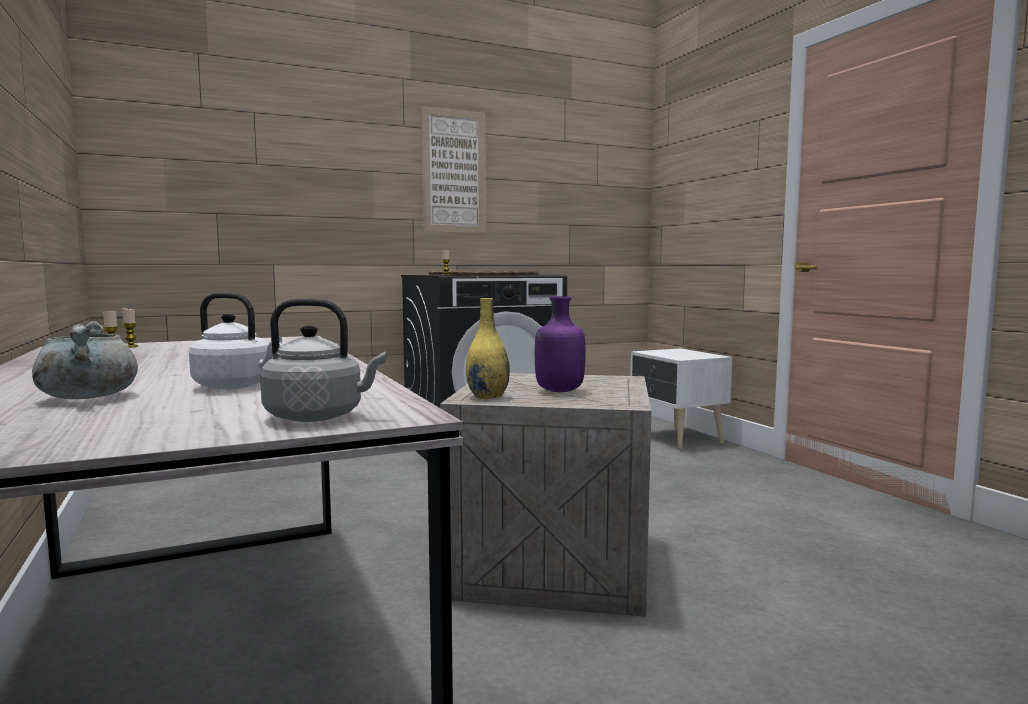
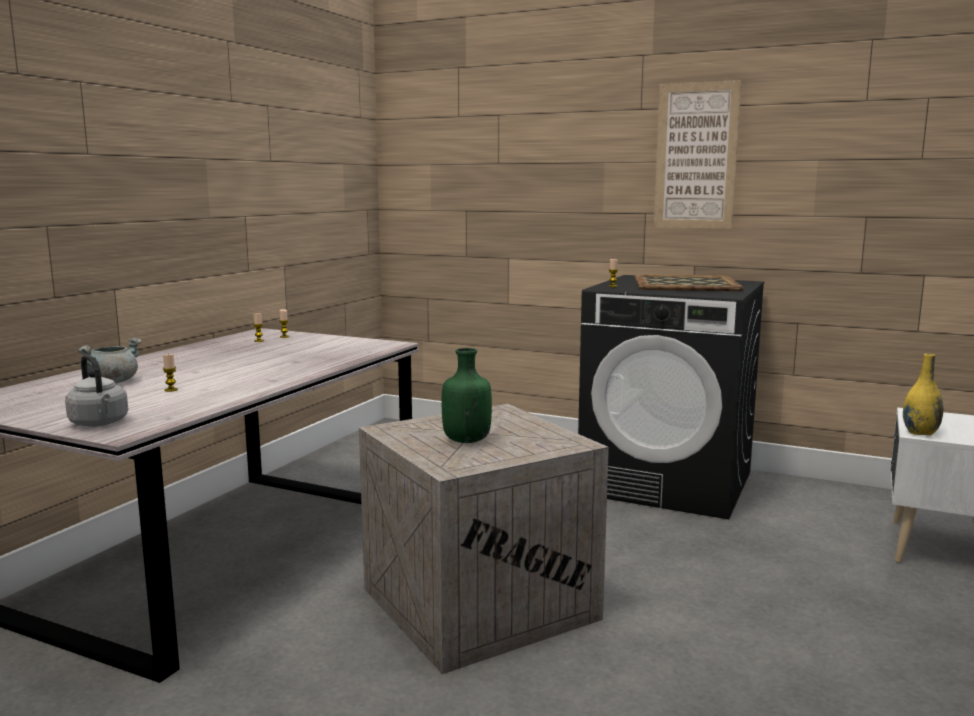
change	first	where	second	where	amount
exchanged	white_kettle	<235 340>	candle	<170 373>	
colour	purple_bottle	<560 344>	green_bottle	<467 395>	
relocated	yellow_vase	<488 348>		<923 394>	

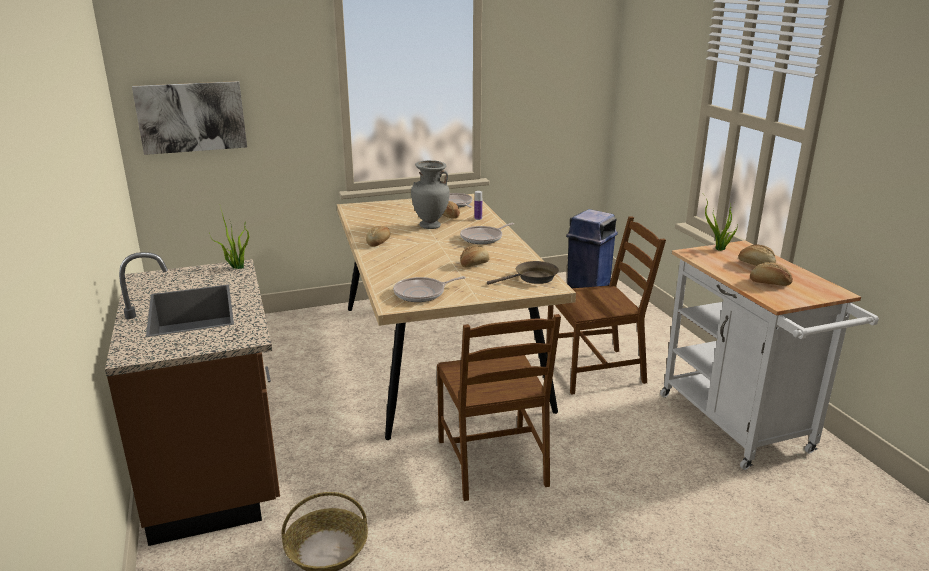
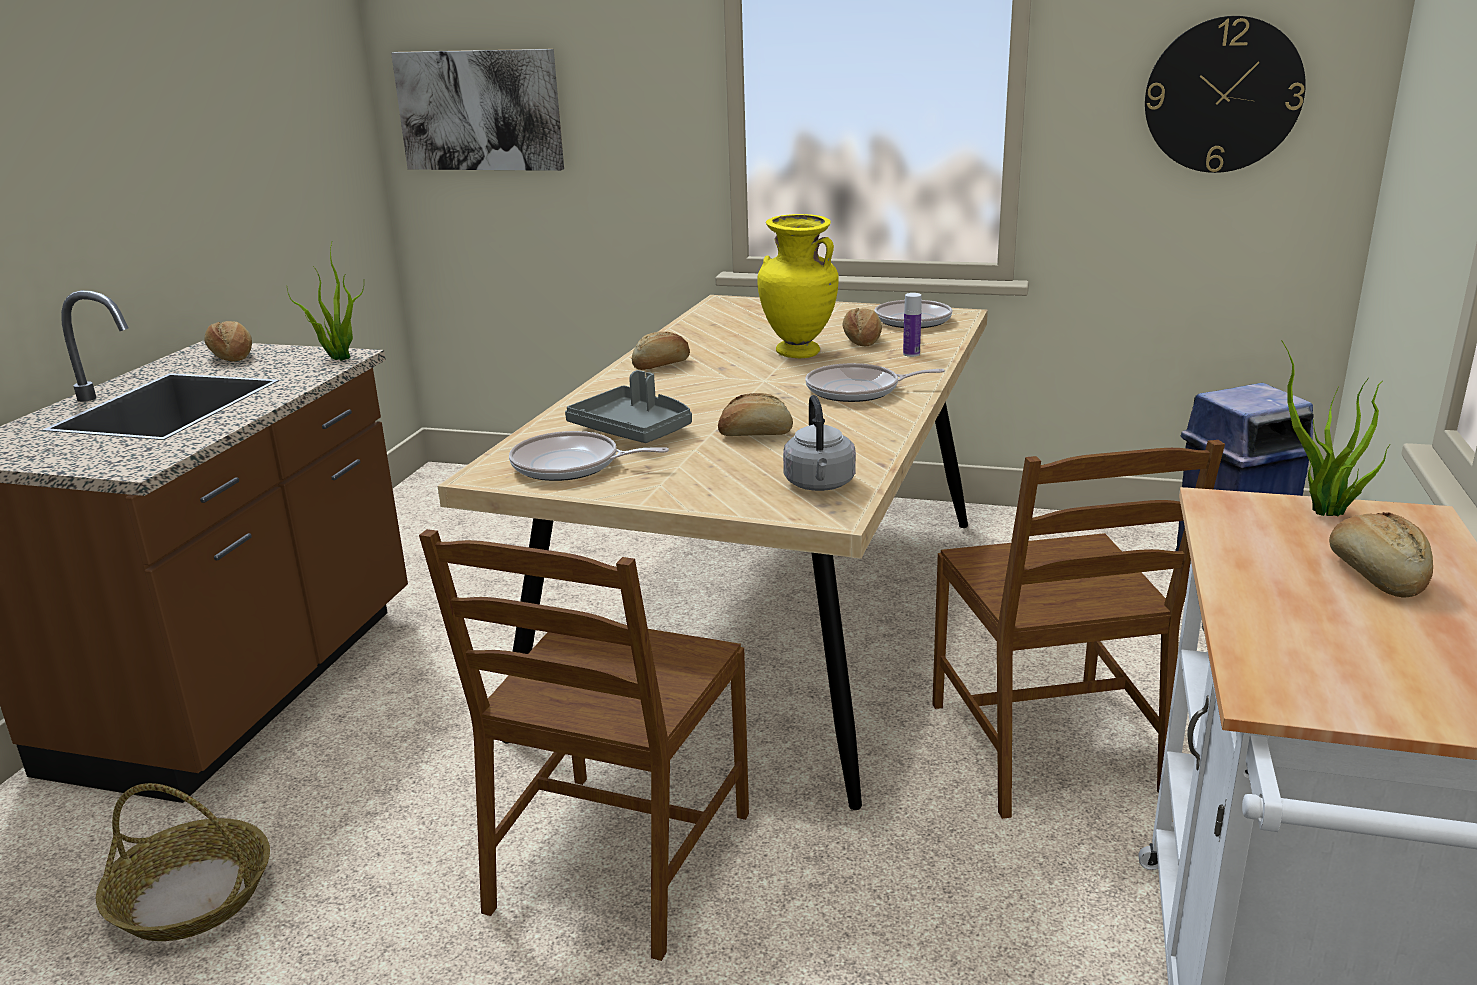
change	first	where	second	where	amount
relocated	bread	<771 274>		<228 341>	
appeared			grey_tray	<628 406>	
colour	grey_vase	<430 194>	yellow_vase	<798 286>	
exchanged	brown_frying_pan	<523 273>	grey_kettle	<819 443>	
spun	brown_chair	<606 305>		<1078 629>	60 degrees clockwise
appeared			wall_clock	<1225 94>	

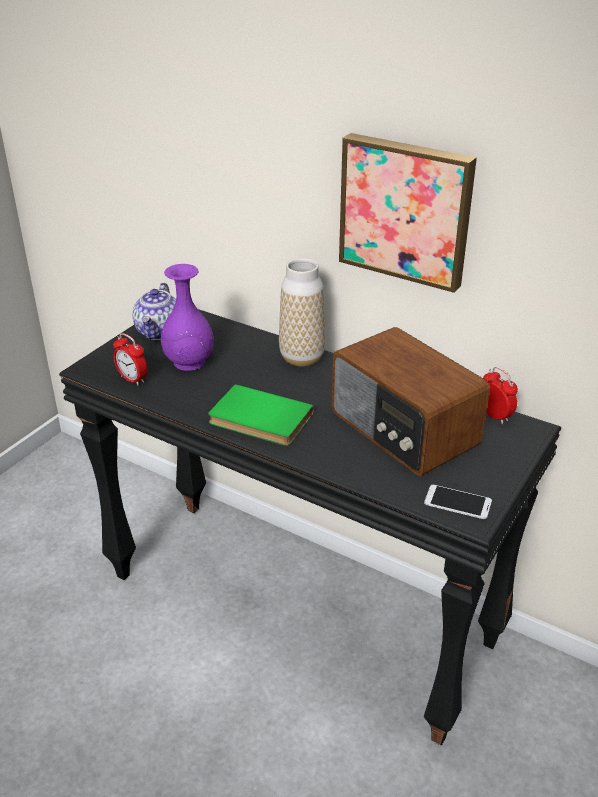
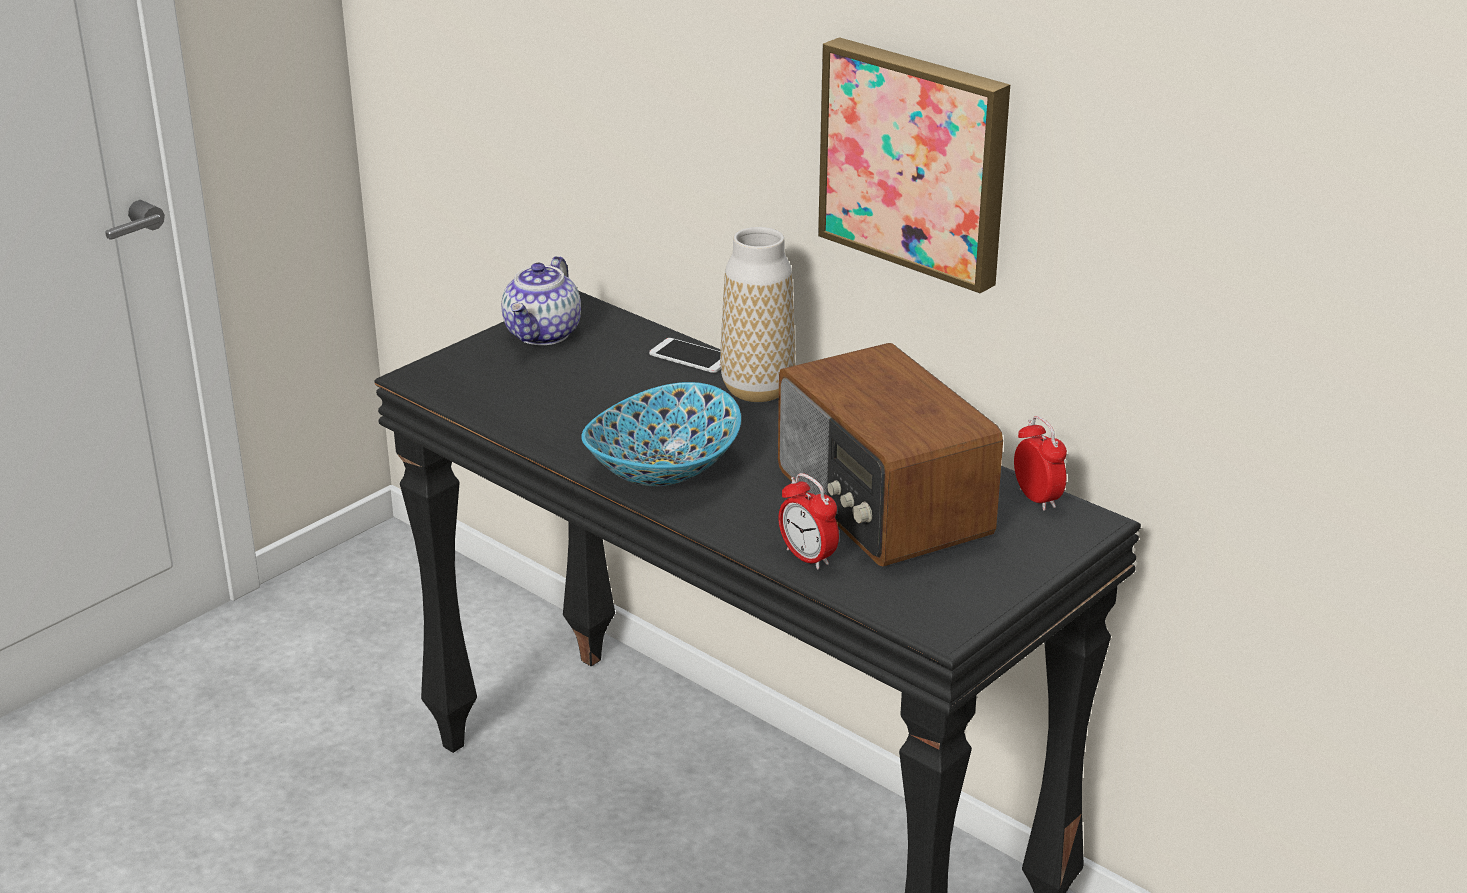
change	first	where	second	where	amount
exchanged	green_book	<261 415>	bowl	<661 434>	
relocated	phone	<458 502>		<685 355>	
relocated	alarm_clock	<130 359>		<808 521>	
missing	purple_vase	<187 317>			

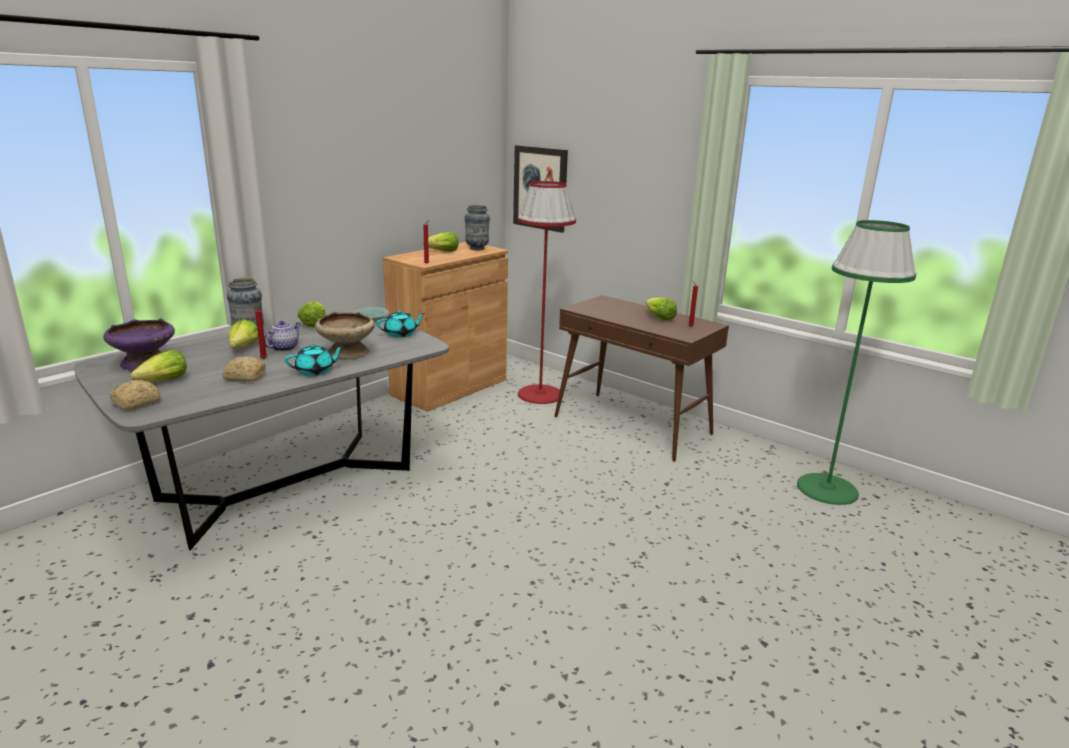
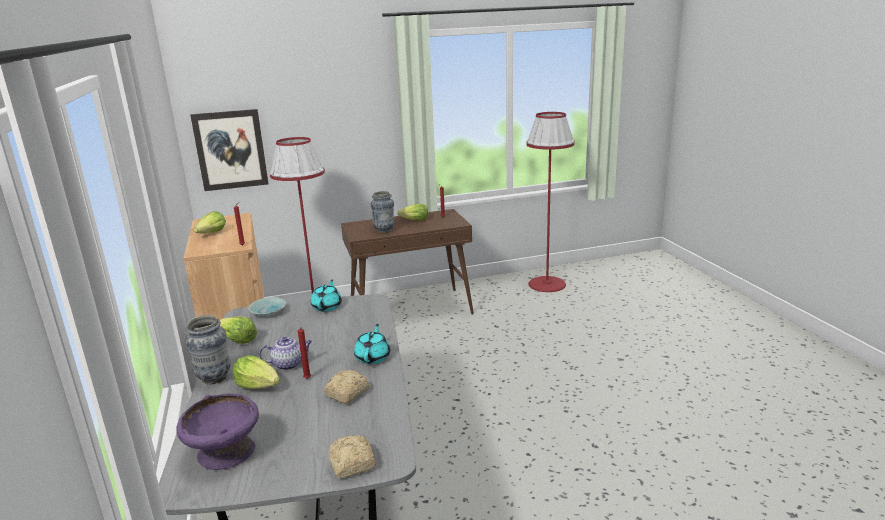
change	first	where	second	where	amount
spun	teapot	<282 336>		<285 353>	105 degrees clockwise
relocated	vase	<477 227>		<383 212>	
colour	green_floor_lamp	<856 362>	red_floor_lamp	<550 202>	
missing	lettuce	<158 366>			
missing	beige_bowl	<345 335>			

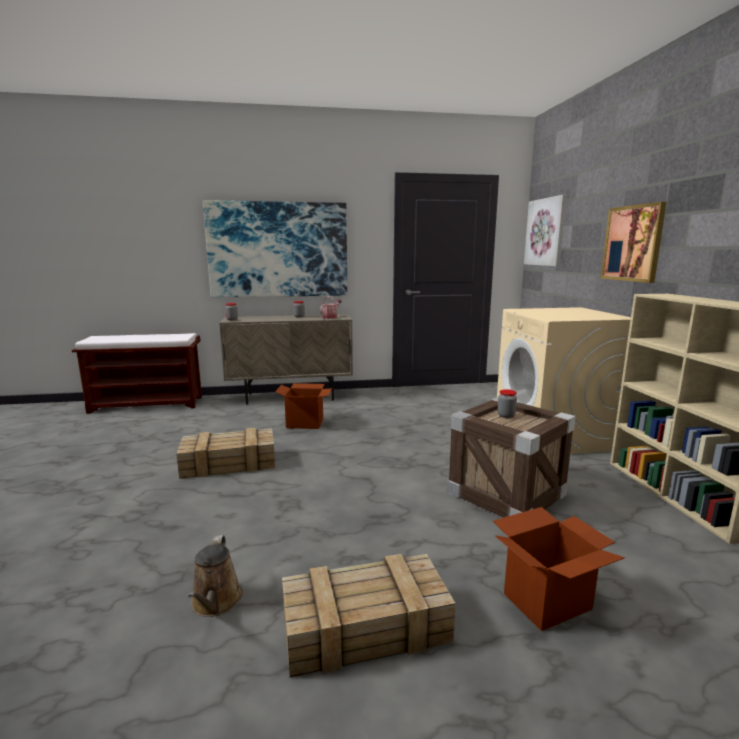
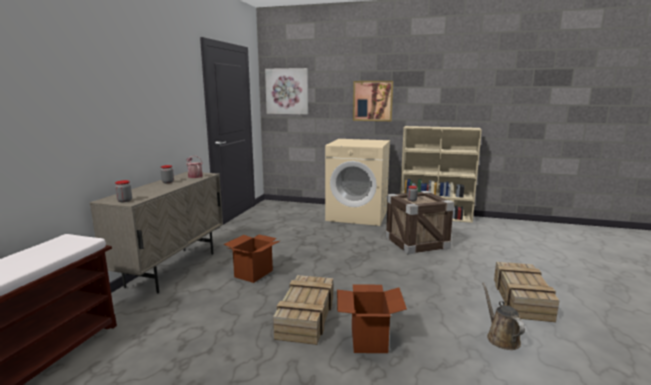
change	first	where	second	where	amount
relocated	cardboard_box	<559 569>		<372 318>	
spun	brown_watering_can	<215 576>		<503 316>	120 degrees counterclockwise
missing	picture	<275 248>			

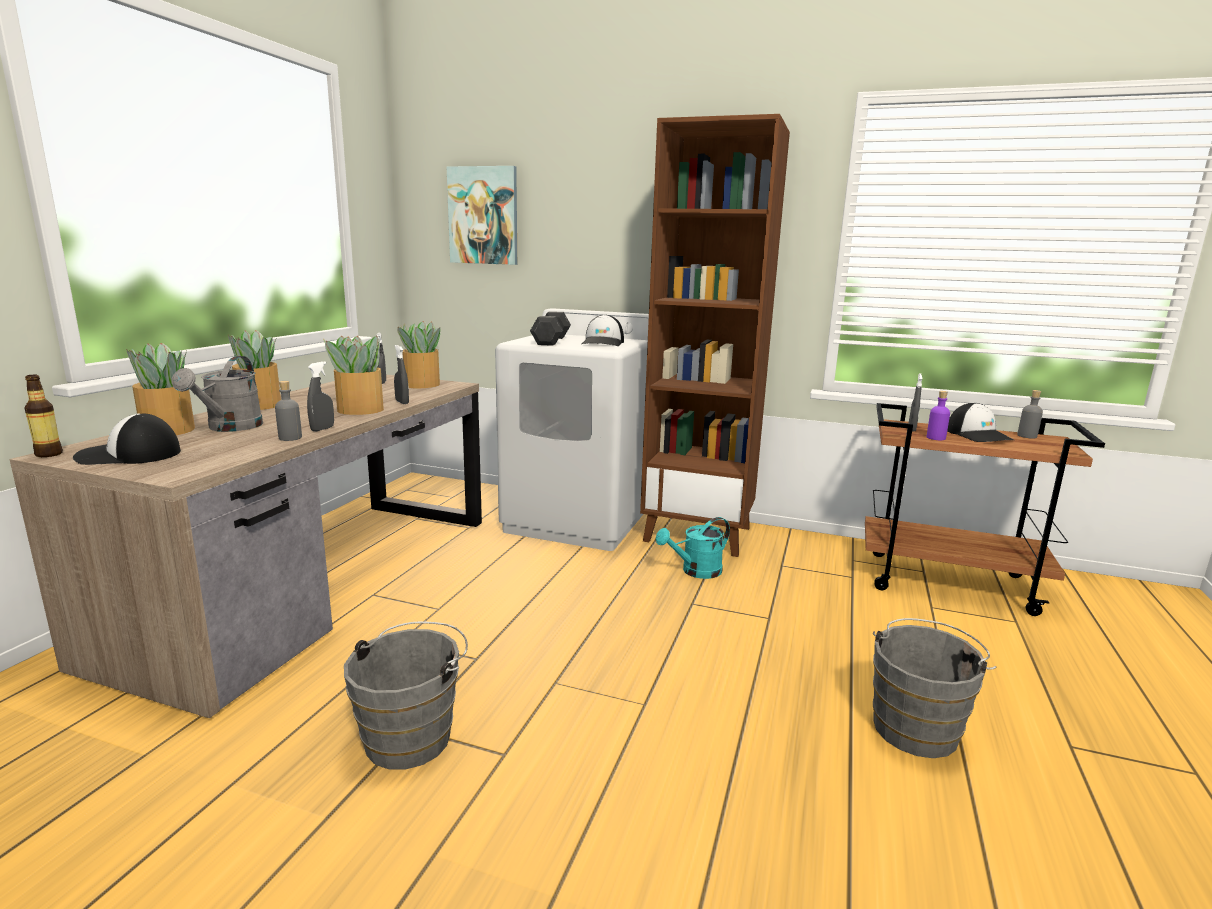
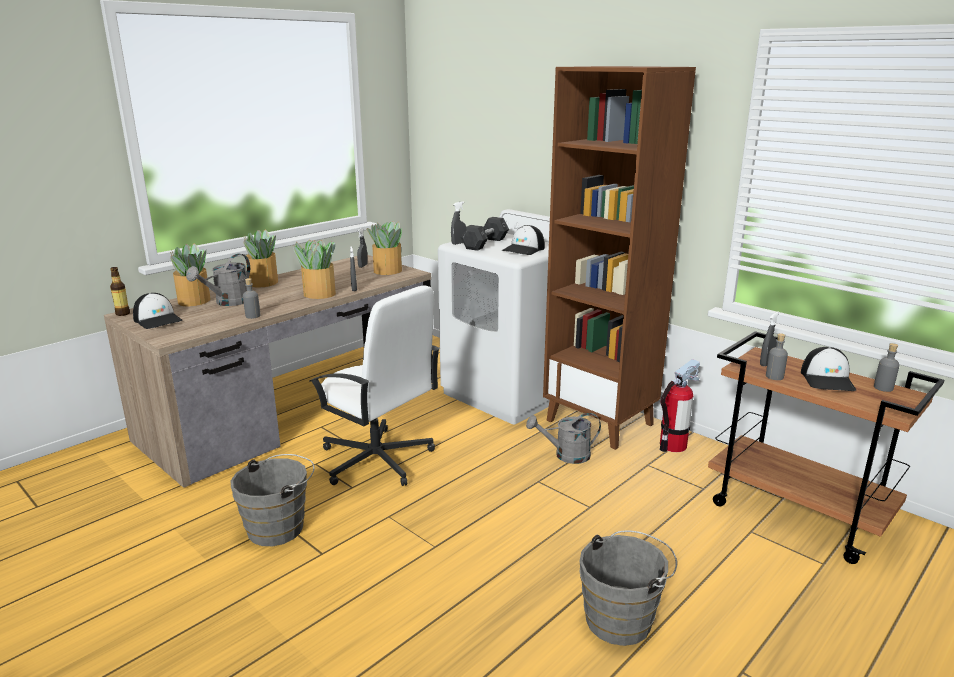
change	first	where	second	where	amount
spun	cap	<127 439>		<158 311>	150 degrees counterclockwise
appeared			white_office_chair	<375 385>	
relocated	grey_spray_bottle	<320 397>		<458 223>	
colour	turquoise_watering_can	<692 548>	grey_watering_can	<563 438>	
appeared			fire_extinguisher	<680 405>	
colour	purple_bottle	<938 415>	grey_bottle	<777 356>	
missing	picture	<482 215>			

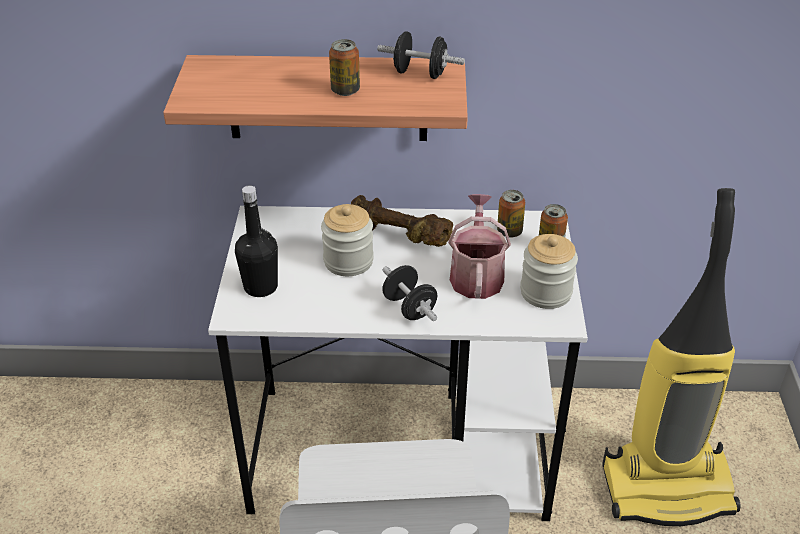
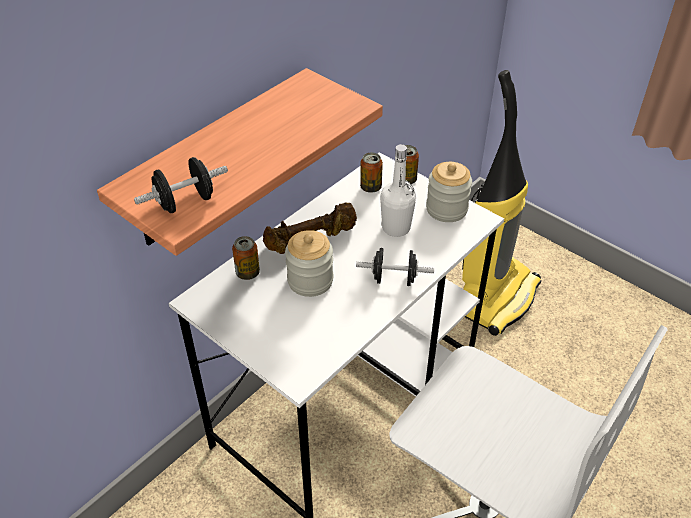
change	first	where	second	where	amount
relocated	black_dumbbell	<421 55>		<181 185>	
relocated	can	<344 67>		<246 258>	
exchanged	watering_can	<479 246>	white_bottle	<398 190>	
missing	black_bottle	<256 241>			

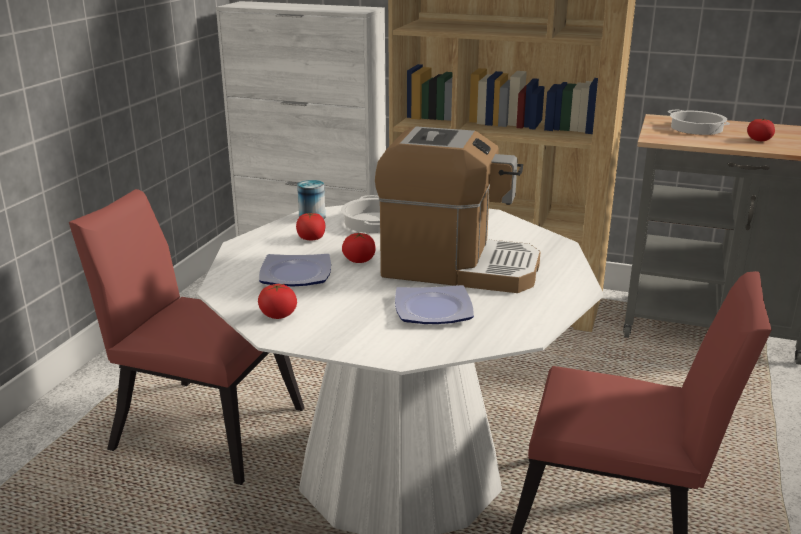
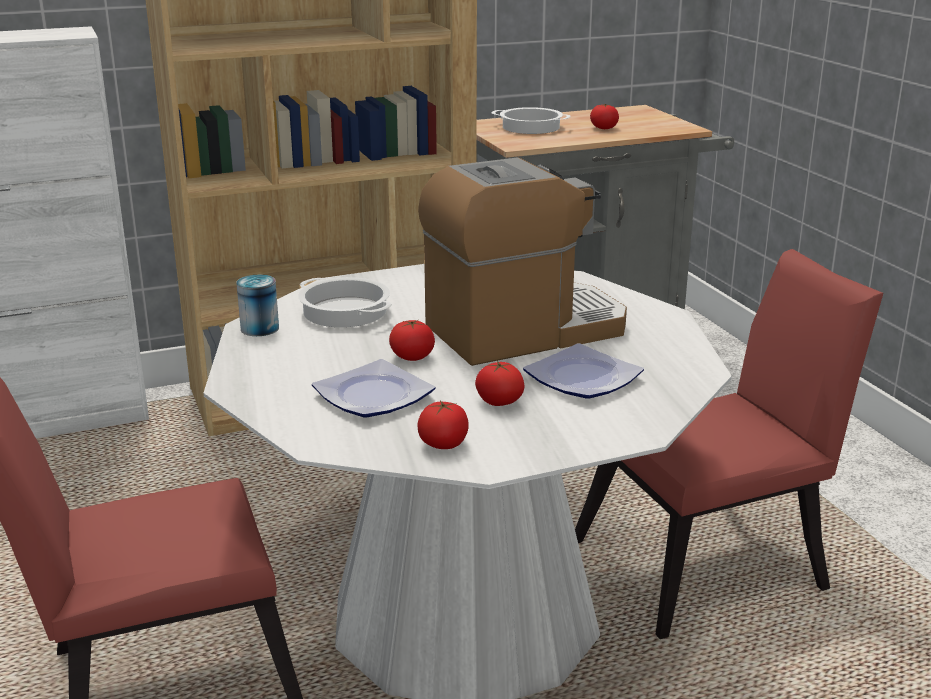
change	first	where	second	where	amount
relocated	tomato	<310 226>		<499 383>	

